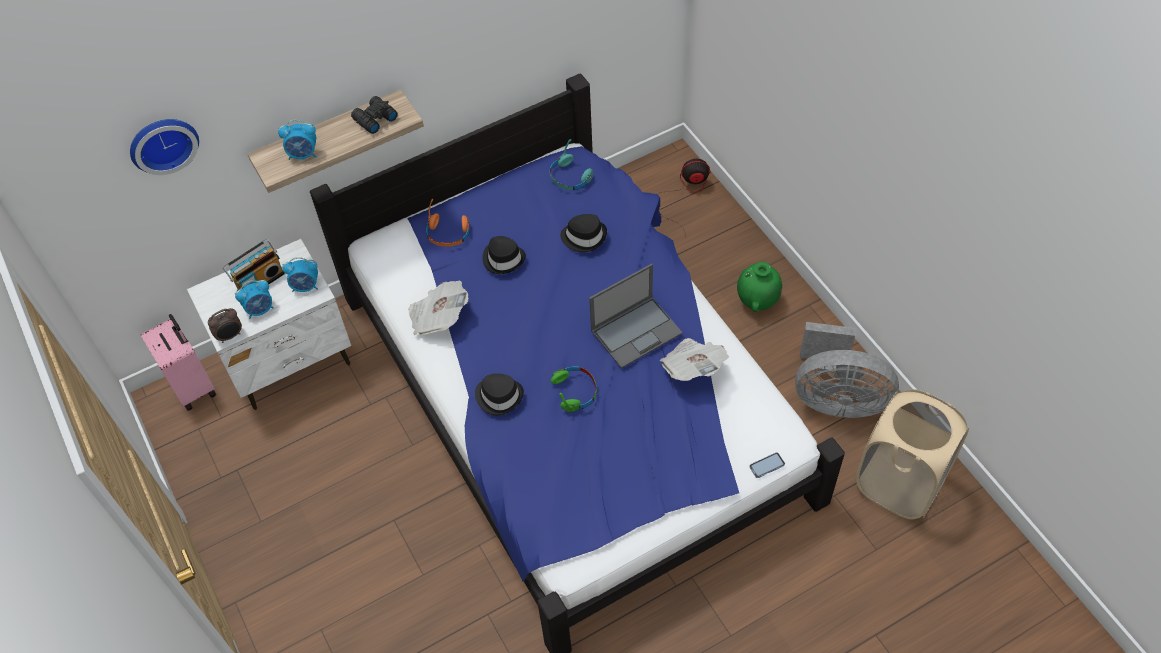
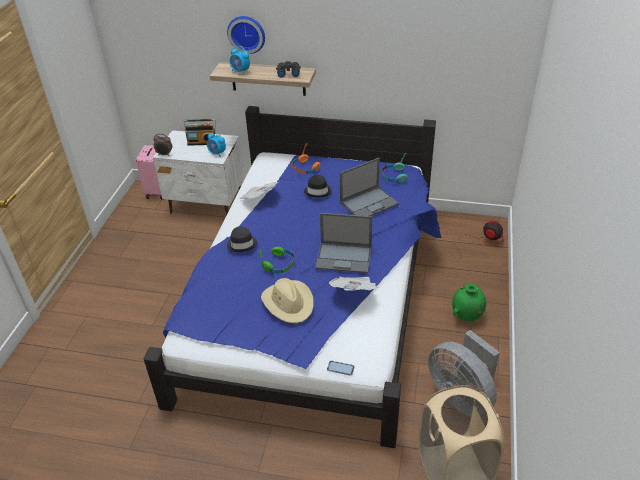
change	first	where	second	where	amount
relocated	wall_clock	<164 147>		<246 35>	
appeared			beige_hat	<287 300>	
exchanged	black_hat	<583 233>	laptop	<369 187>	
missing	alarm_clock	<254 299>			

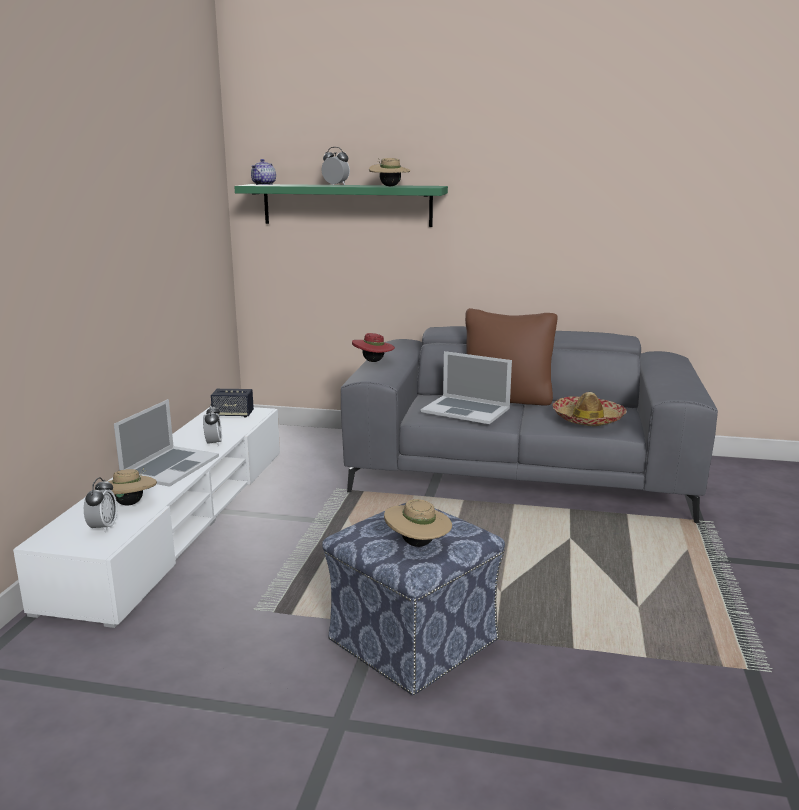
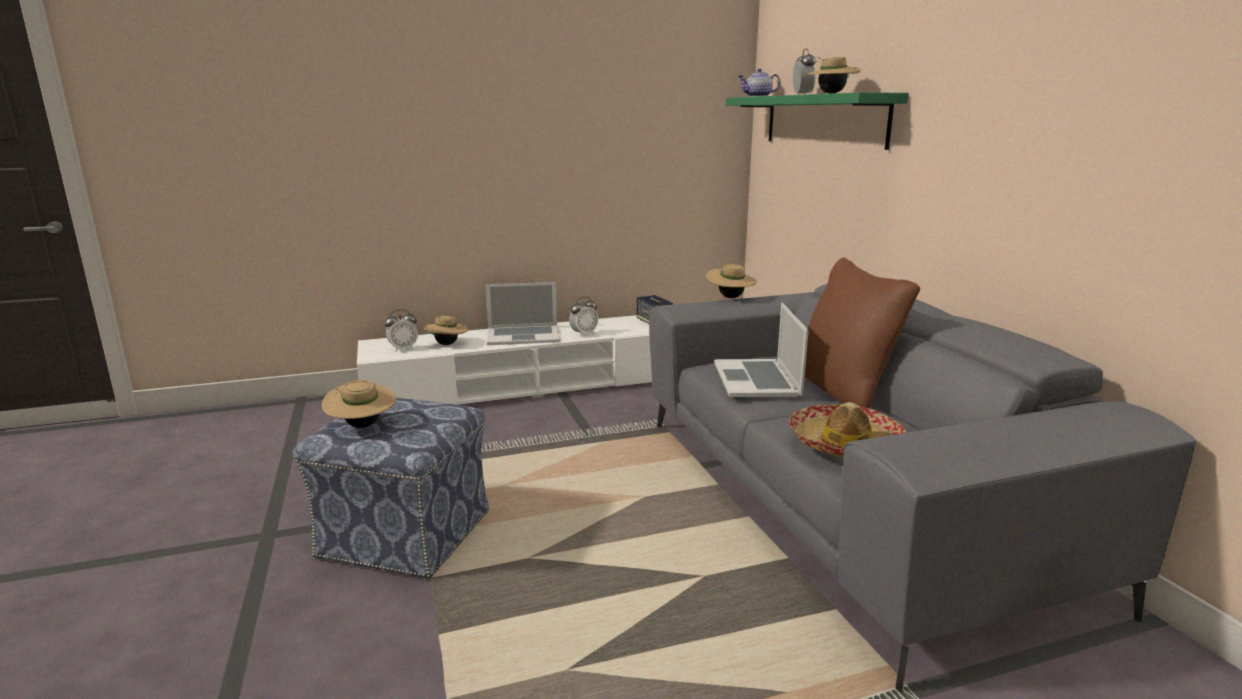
change	first	where	second	where	amount
colour	red_hat	<373 347>	beige_hat	<731 281>	

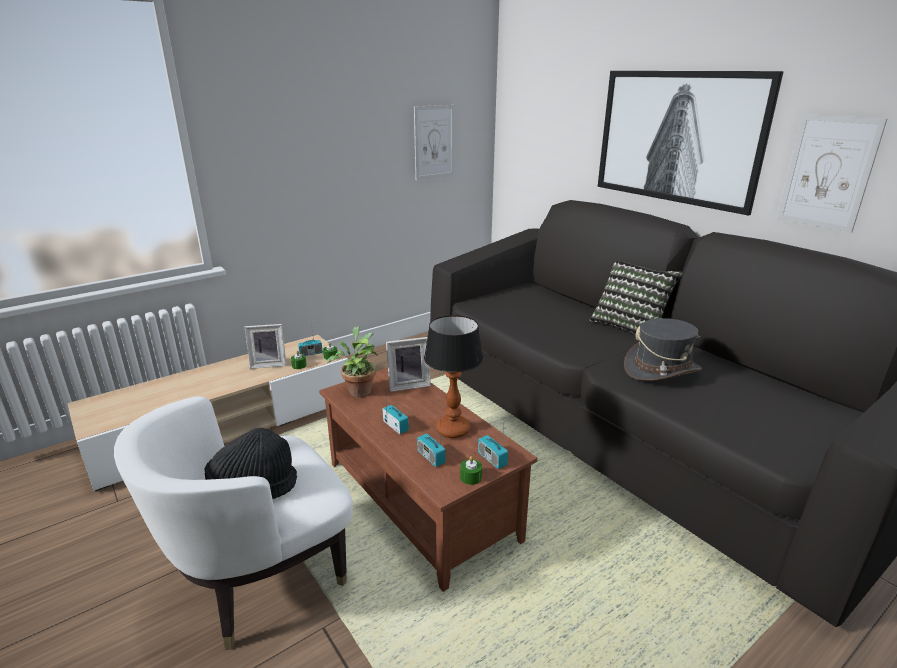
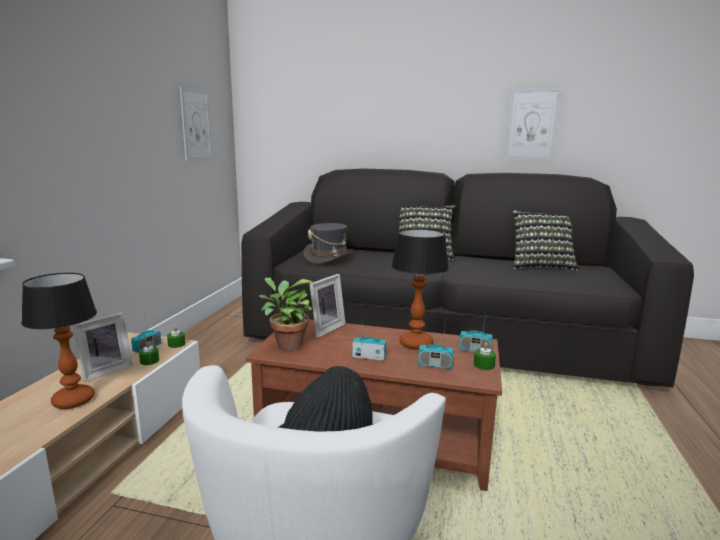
change	first	where	second	where	amount
appeared			table_lamp	<59 341>	
relocated	grey_hat	<663 349>		<329 243>	
appeared			pillow	<545 240>	
missing	picture	<691 143>			

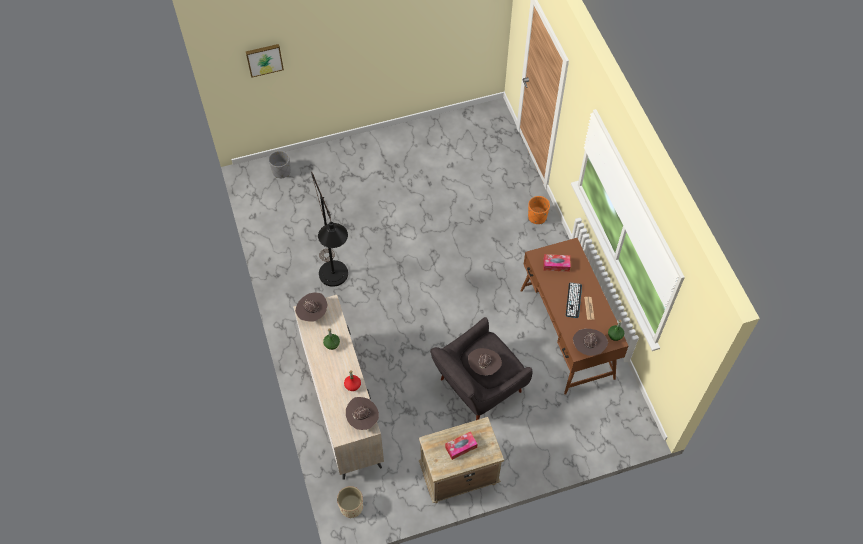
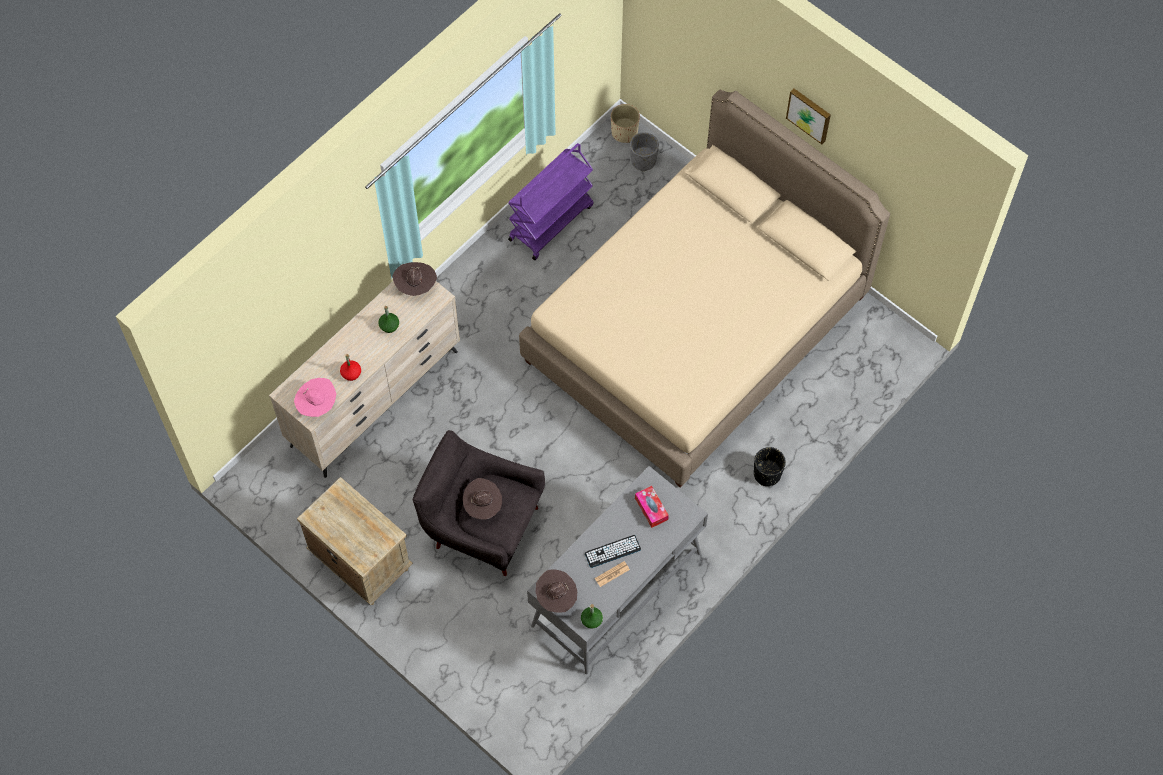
change	first	where	second	where	amount
colour	brown_hat	<362 413>	pink_hat	<315 397>	
appeared			purple_cart	<550 201>	
appeared			beige_bed	<704 288>	
colour	brown_desk	<574 316>	grey_desk	<617 570>	
relocated	beige_planter	<350 502>		<625 123>	
colour	orange_planter	<539 210>	black_planter	<770 466>	
relocated	picture	<265 61>		<808 116>	
missing	black_floor_lamp	<329 229>			
missing	tissue_box	<461 445>			

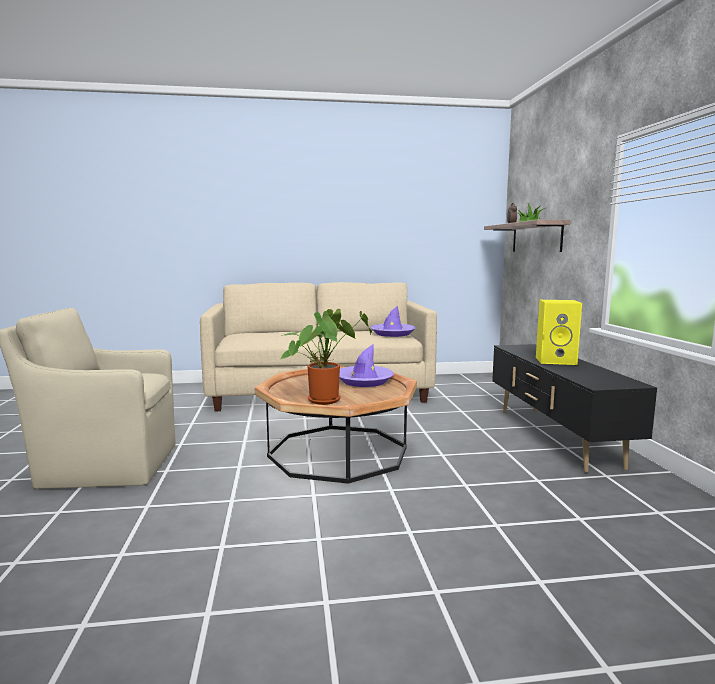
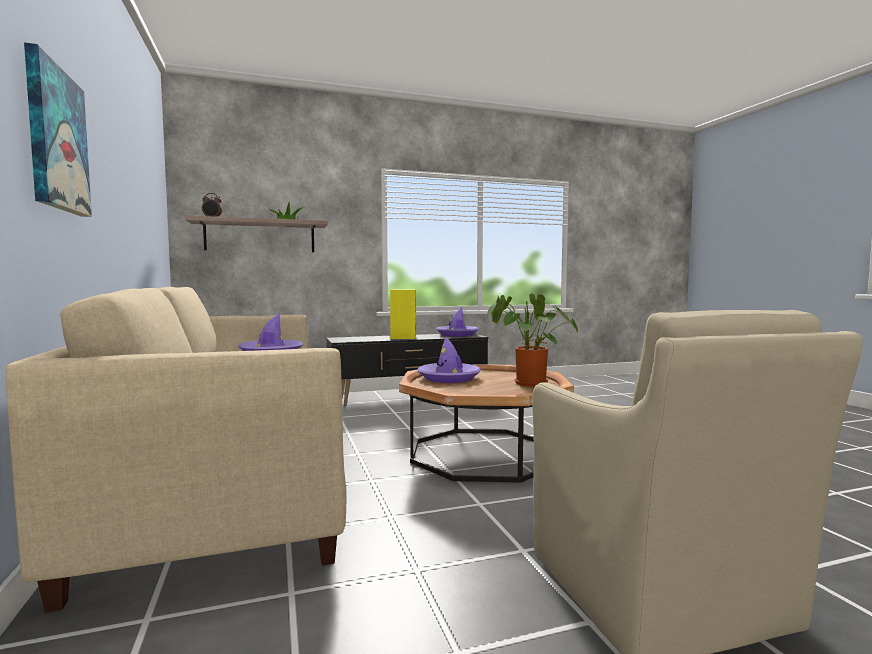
change	first	where	second	where	amount
appeared			picture	<58 129>	
appeared			purple_hat	<457 322>	

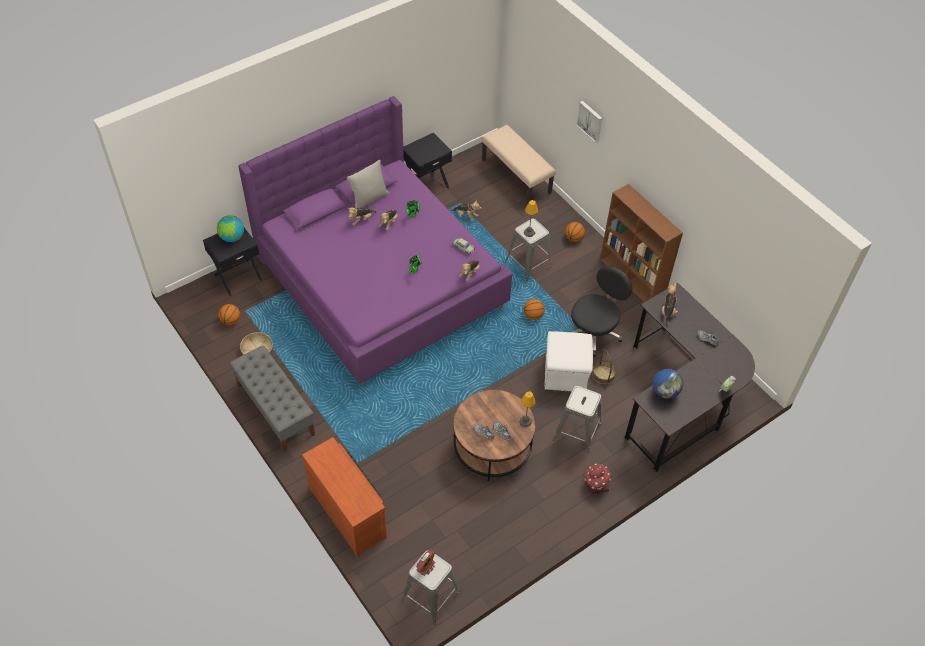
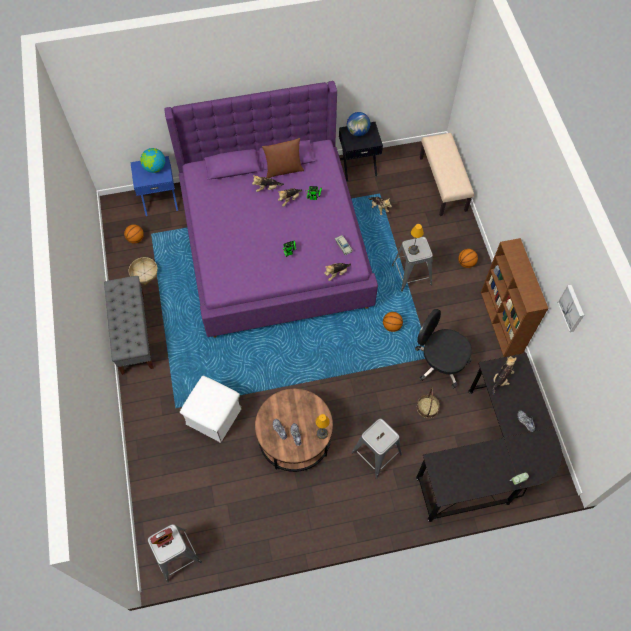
change	first	where	second	where	amount
colour	black_nightstand	<232 262>	blue_nightstand	<154 186>	
relocated	white_ottoman	<568 361>		<211 409>	
colour	grey_pillow	<368 184>	brown_pillow	<283 158>	
relocated	globe	<668 384>		<358 124>	
spun	black_office_chair	<601 311>		<443 349>	120 degrees counterclockwise
relocated	picture	<589 122>		<570 308>	
missing	brown_dresser	<344 497>			
missing	toy_house	<597 479>			

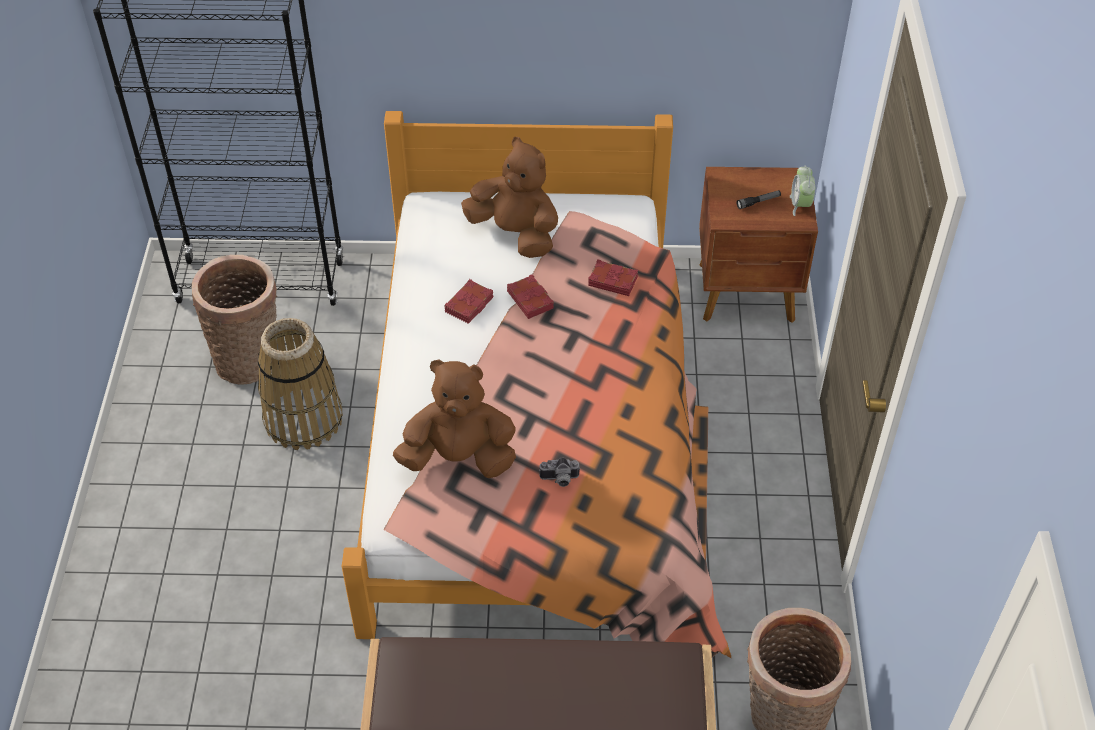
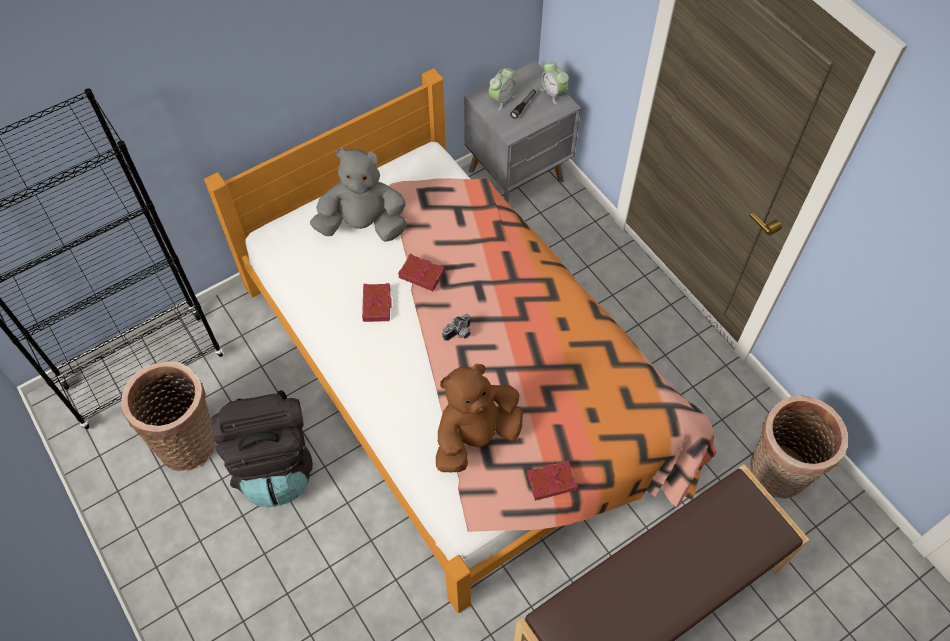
change	first	where	second	where	amount
exchanged	basket	<300 384>	black_backpack	<262 448>	
colour	brown_plush_toy	<509 197>	grey_plush_toy	<358 195>	
relocated	photo_camera	<559 472>		<456 327>	
colour	brown_nightstand	<758 245>	grey_nightstand	<522 132>	
appeared			alarm_clock	<502 89>	
relocated	red_book	<613 277>		<552 480>	

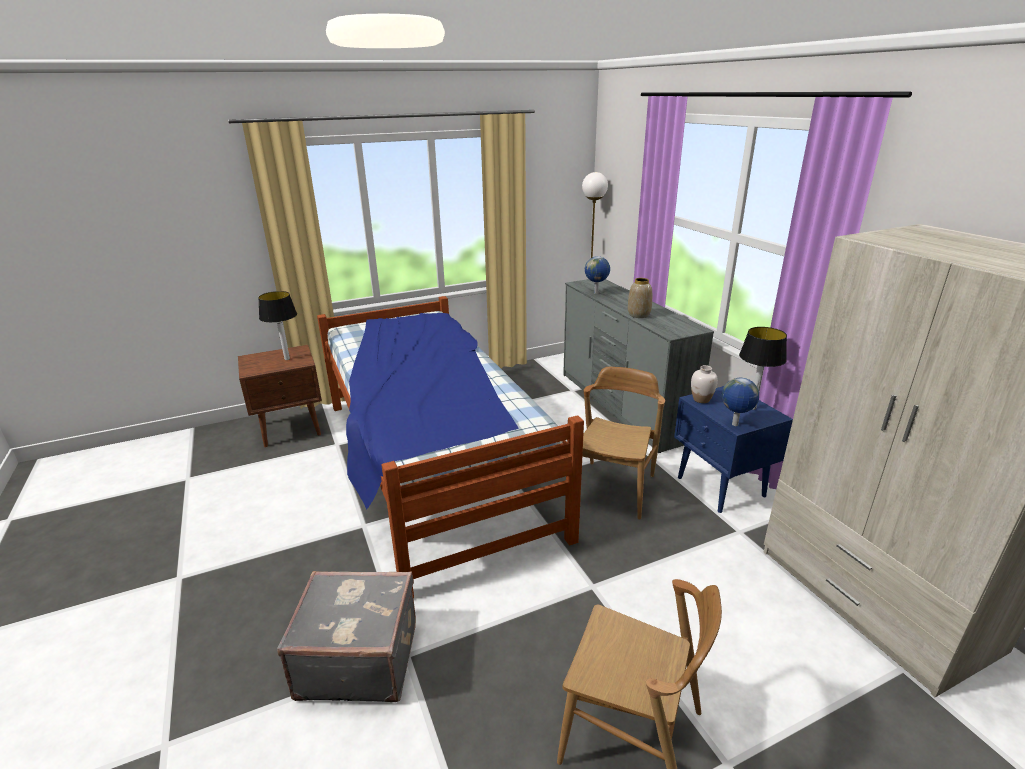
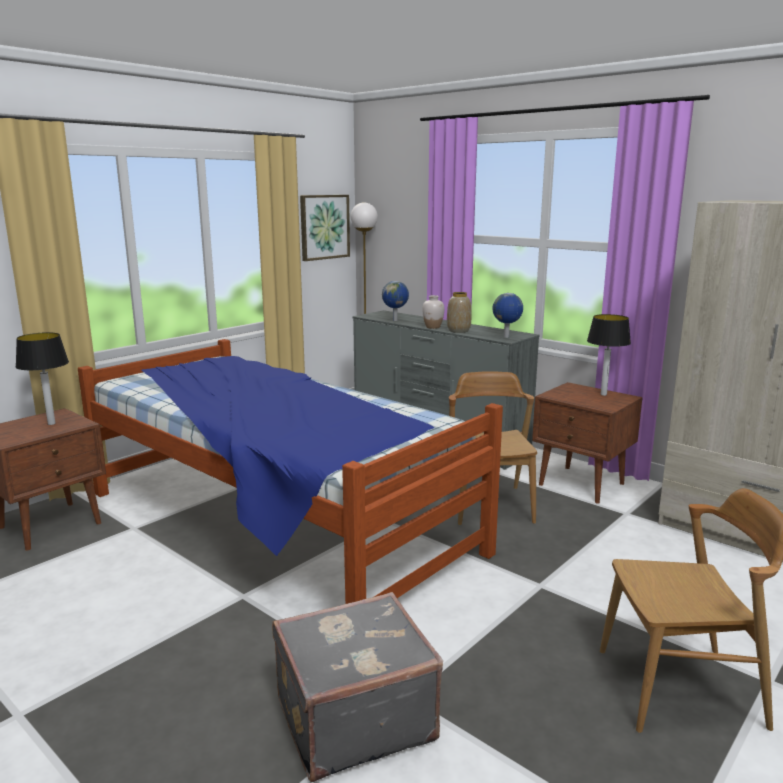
change	first	where	second	where	amount
appeared			picture	<325 228>	
relocated	white_vase	<704 384>		<433 312>	
relocated	globe	<740 402>		<508 315>	
colour	blue_nightstand	<733 449>	brown_nightstand	<587 443>	

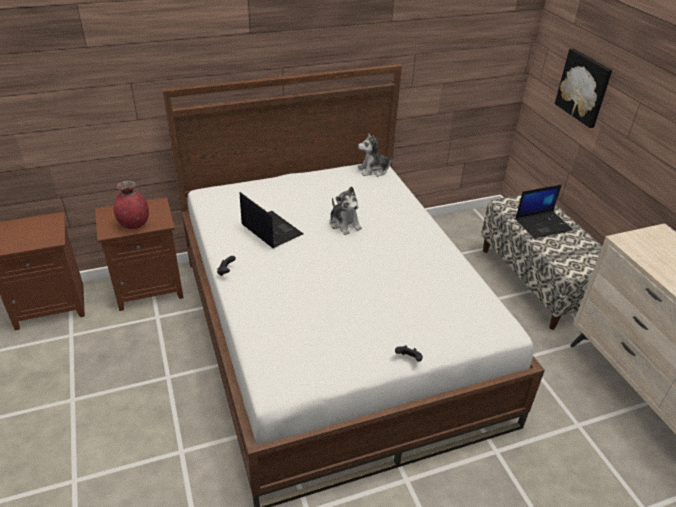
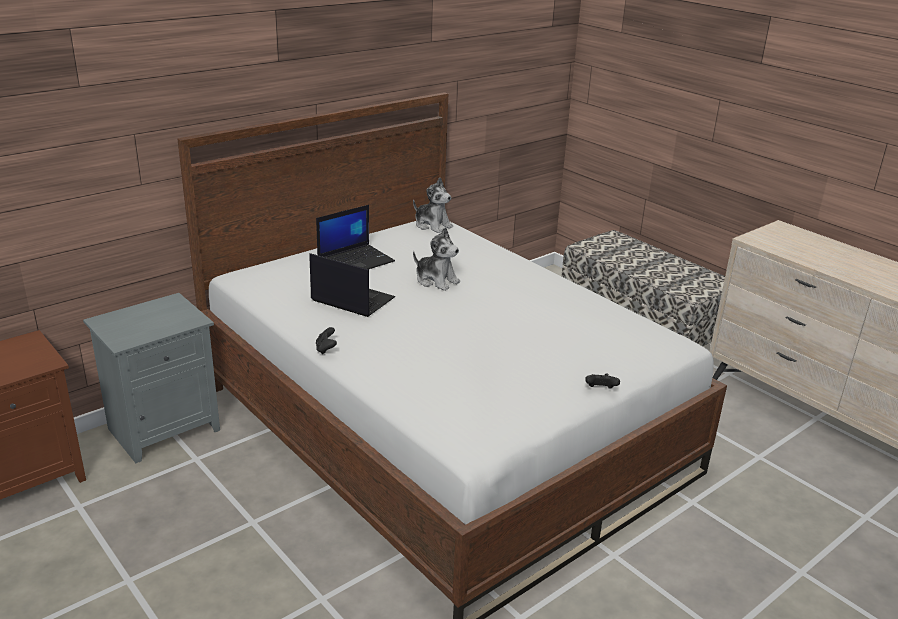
change	first	where	second	where	amount
colour	brown_nightstand	<139 254>	grey_nightstand	<151 378>	
relocated	laptop	<544 211>		<355 237>	
spun	plush_toy	<376 155>		<433 205>	105 degrees counterclockwise
missing	red_vase	<131 205>			
missing	picture	<583 88>			

